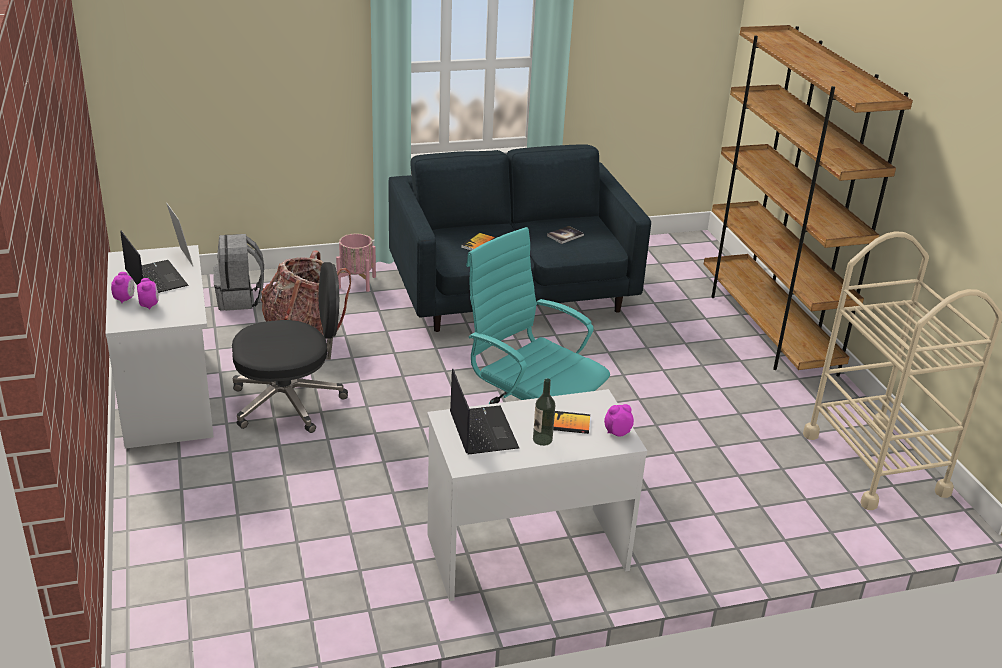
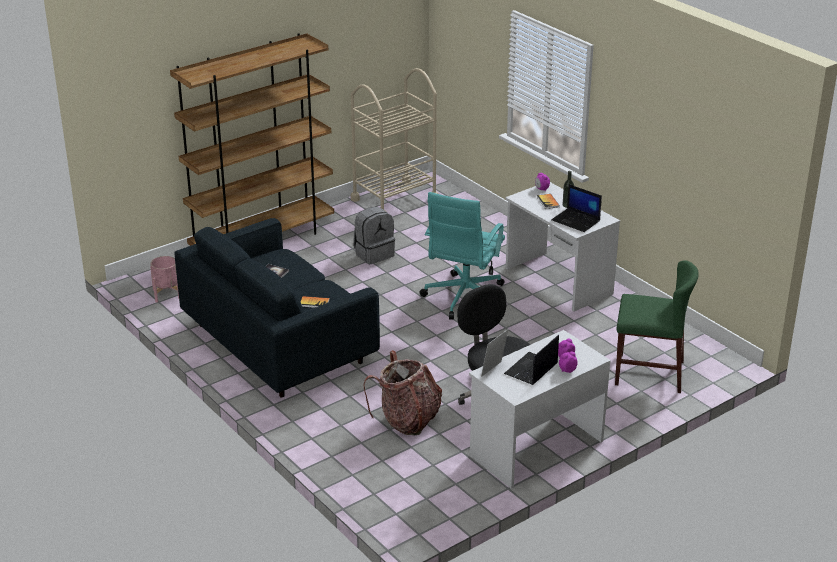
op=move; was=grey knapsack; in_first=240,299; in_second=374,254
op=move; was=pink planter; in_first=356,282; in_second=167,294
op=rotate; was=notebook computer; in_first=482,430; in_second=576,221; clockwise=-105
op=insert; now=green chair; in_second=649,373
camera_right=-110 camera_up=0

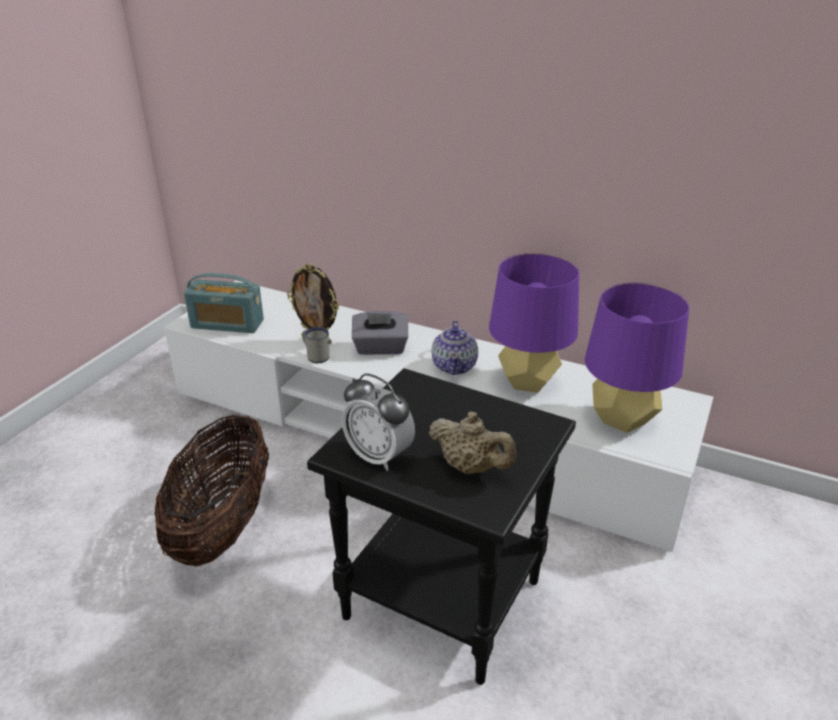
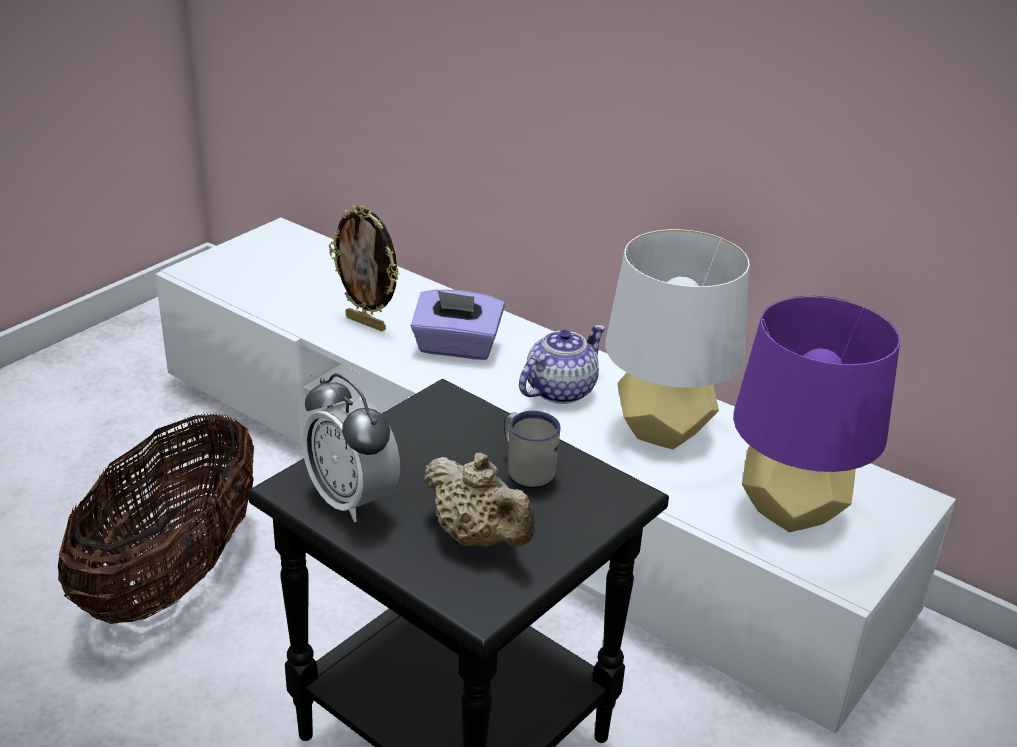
op=recolor; was=purple-coloured lamp for a table; now=white-coloured lamp for a table; in_first=528,381; in_second=663,431
op=delete; was=radio; in_first=227,324
op=recolor; was=grey box of tissues; now=purple-coloured box of tissues; in_first=380,348; in_second=456,347
op=rotate; was=tea pot; in_first=455,366; in_second=559,391; clockwise=-150
op=move; was=white-coloured mug; in_first=316,356; in_second=526,470
camera_right=10 camera_up=0

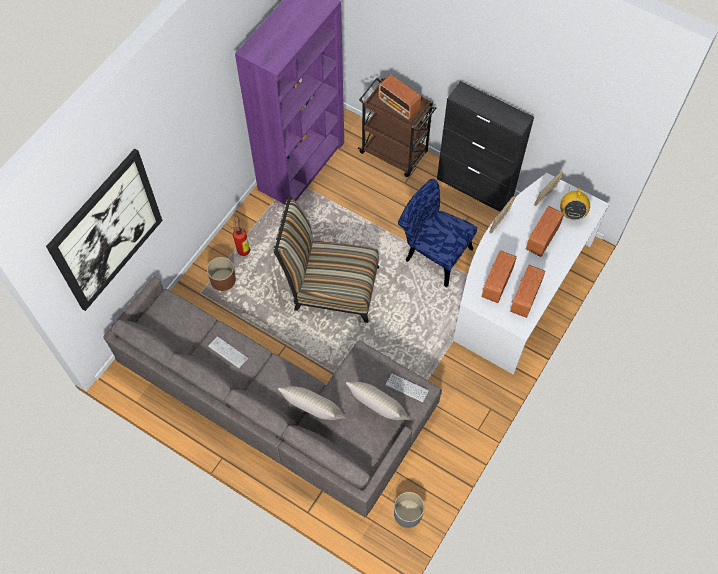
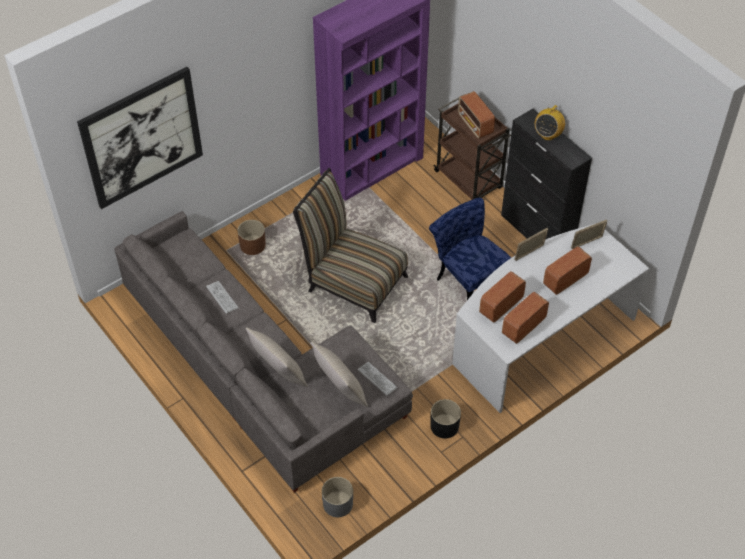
op=move; was=radio; in_first=571,213; in_second=548,134
op=delete; was=fire extinguisher; in_first=243,249
op=insert; now=black planter; in_second=444,426
camera_right=20 camera_up=-10

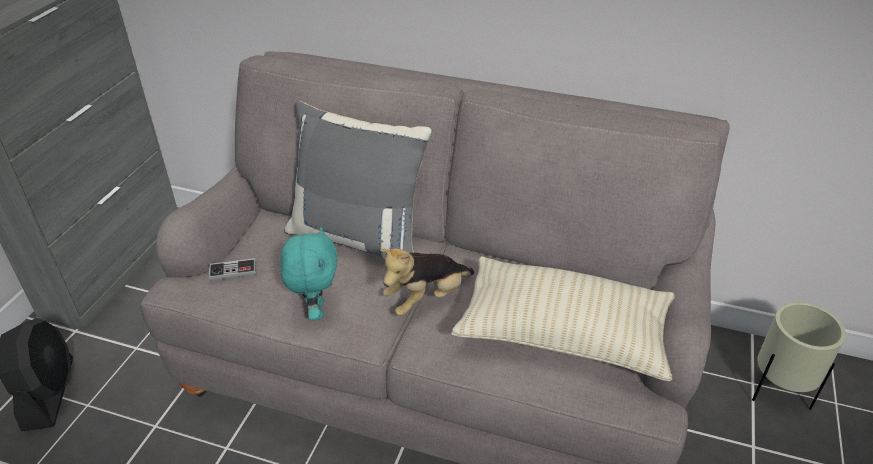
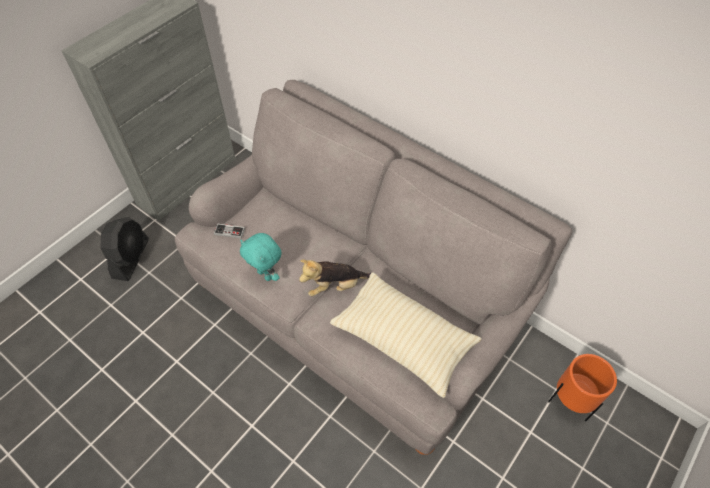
op=delete; was=grey throw pillow; in_first=360,237
op=rotate; was=blue-green soft toy; in_first=315,310; in_second=266,274; clockwise=120
op=recolor; was=sand-coloured planter; now=orange planter; in_first=778,393; in_second=570,402
camera_right=20 camera_up=15

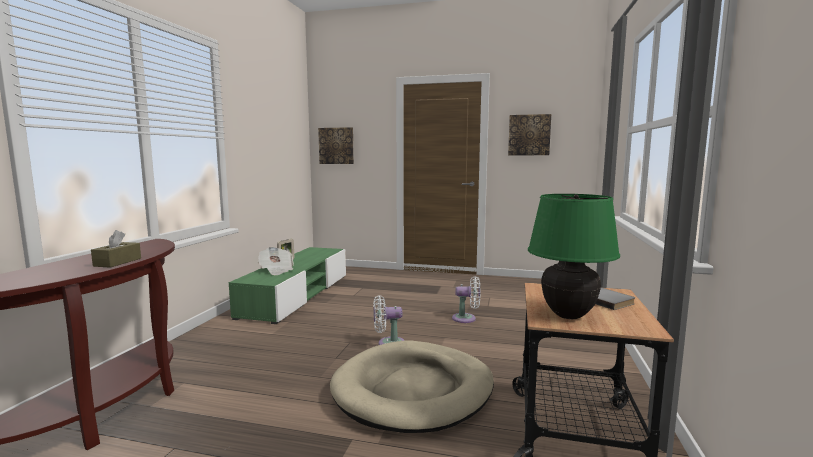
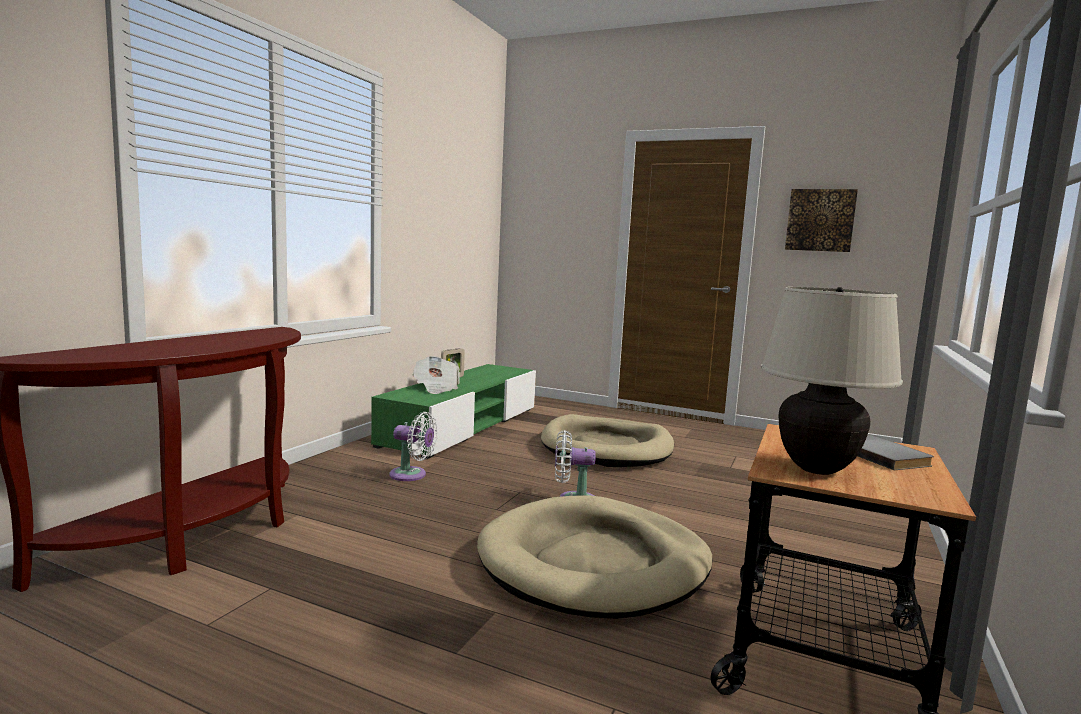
op=delete; was=wall art; in_first=336,146
op=recolor; was=green lamp for a table; now=sand-coloured lamp for a table; in_first=568,315; in_second=817,469
op=delete; was=brown-coloured box of tissues; in_first=117,262
op=move; was=white-coloured fan; in_first=466,318; in_second=411,475
op=insert; now=sand-coloured dog cushion; in_second=606,447
camera_right=10 camera_up=0

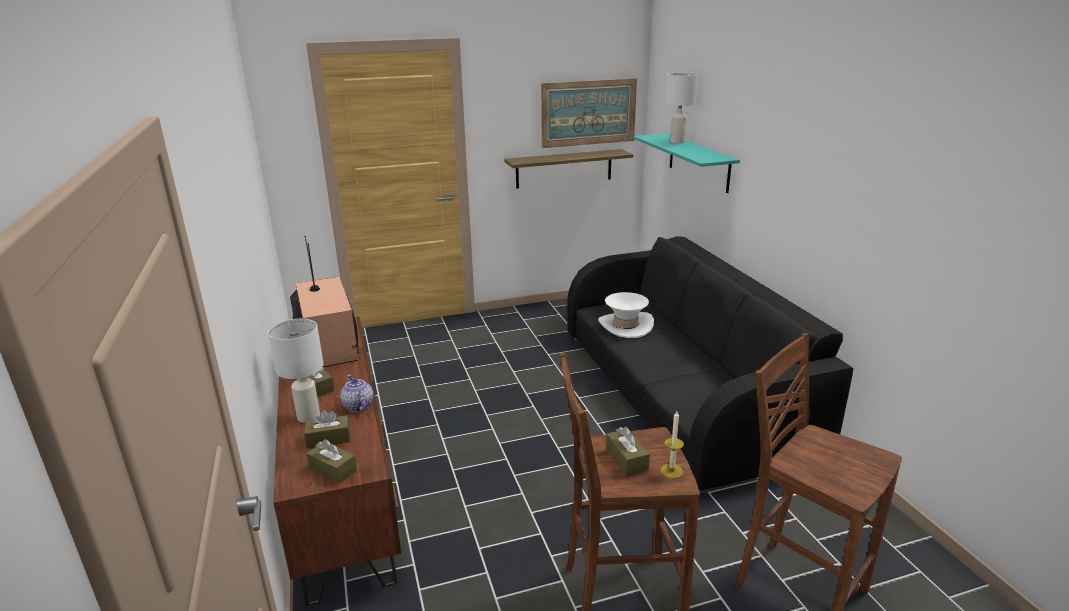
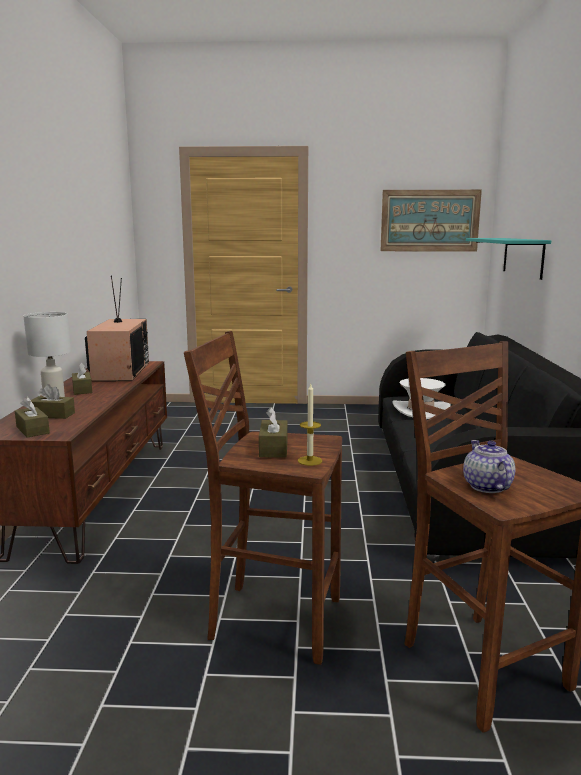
op=delete; was=white-coloured lamp for a table; in_first=677,142
op=delete; was=bracket shelf; in_first=564,168
op=move; was=tea pot; in_first=357,406; in_second=486,486
camera_right=20 camera_up=-10

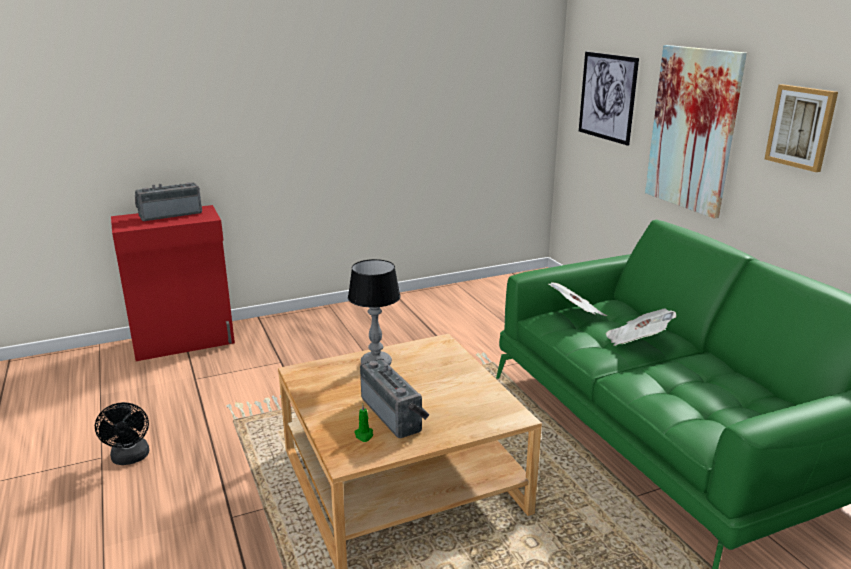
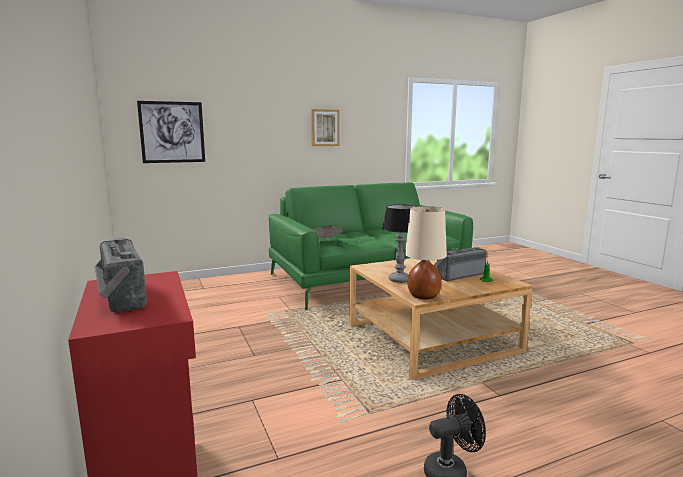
op=delete; was=wall art; in_first=692,129
op=delete; was=daily paper; in_first=636,342
op=insert; now=sand-coloured lamp for a table; in_second=423,296
camera_right=-90 camera_up=-10

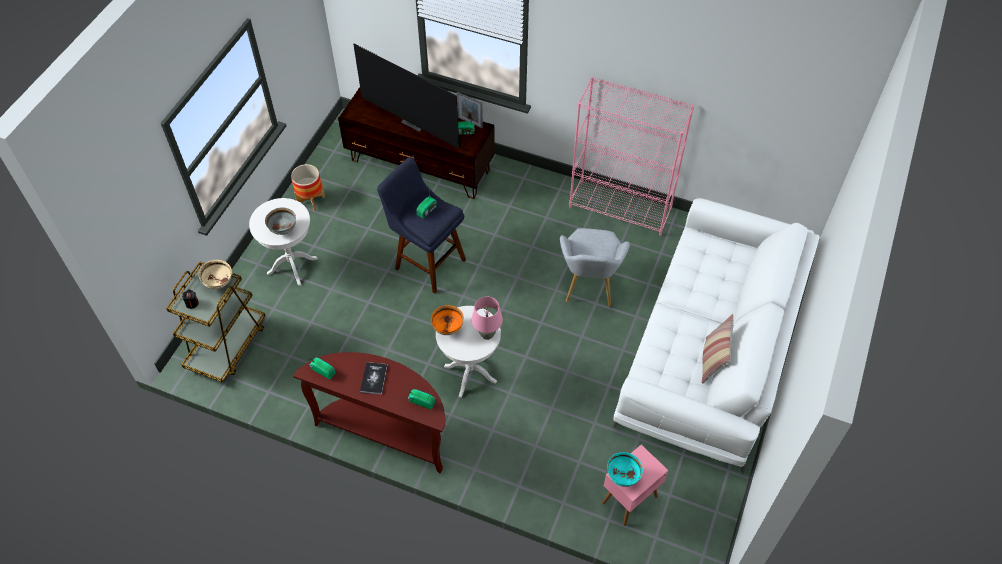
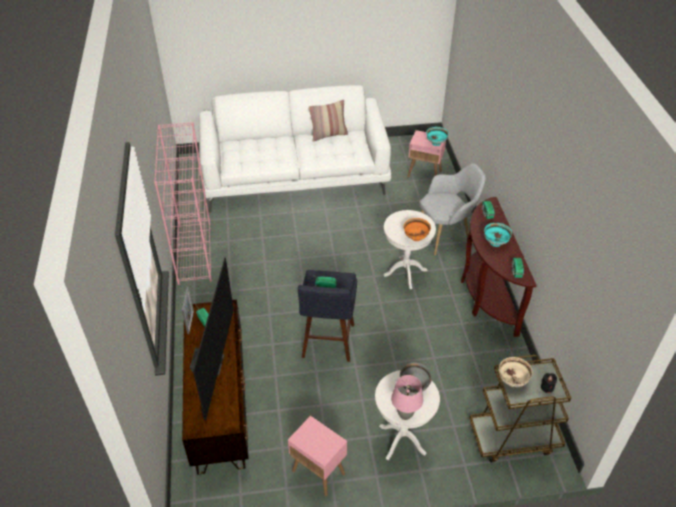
op=replace; was=planter; now=pink accent table; in_first=311,201; in_second=319,473
op=move; was=grey armchair; in_first=589,287; in_second=446,235
op=move; was=pink lamp for a table; in_first=487,335; in_second=405,415
op=replace; was=book; now=blue-green deep dish; in_first=373,378; in_second=495,242
camera_right=-120 camera_up=-10

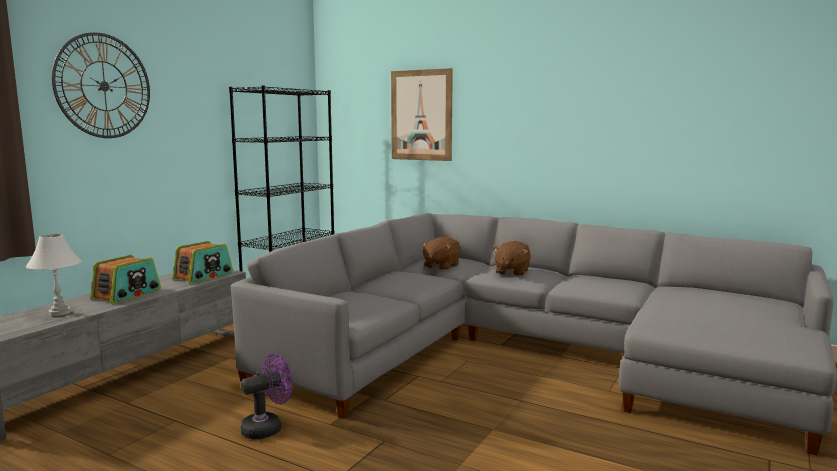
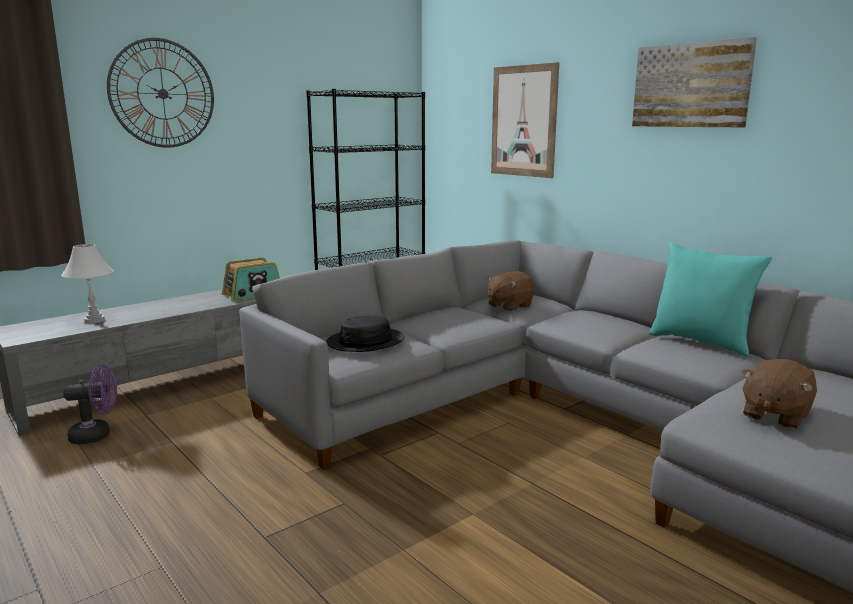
op=move; was=brown-coloured soft toy; in_first=511,272; in_second=774,415
op=delete; was=radio; in_first=127,294
op=move; was=purple-coloured fan; in_first=267,428; in_second=97,435
op=insert; now=wall art; in_second=691,85
op=insert; now=blue-green throw pillow; in_second=701,342
op=insert; now=black hat; in_second=365,342
camera_right=20 camera_up=5

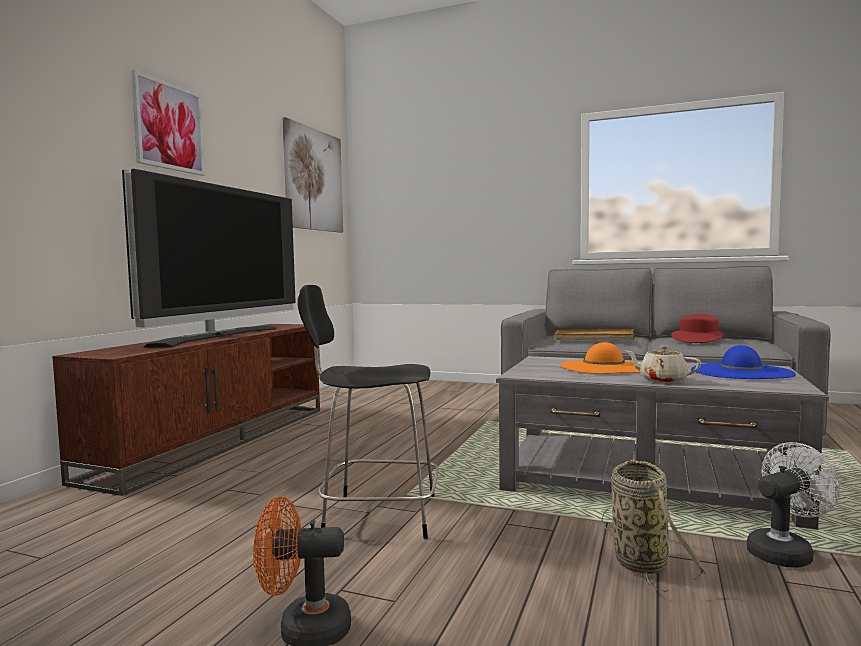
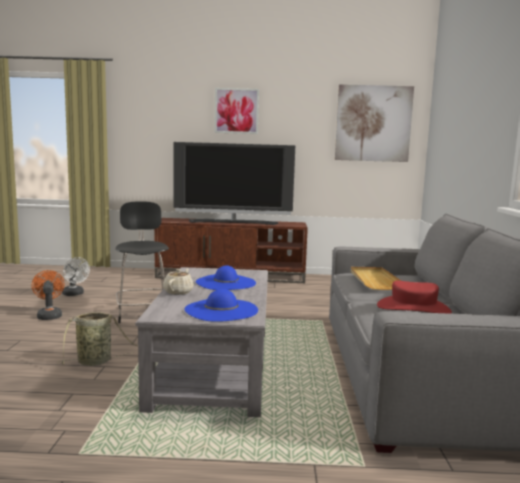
op=recolor; was=orange hat; now=blue hat; in_first=603,367; in_second=225,282
op=move; was=white-coloured fan; in_first=785,552; in_second=75,294
camera_right=70 camera_up=5

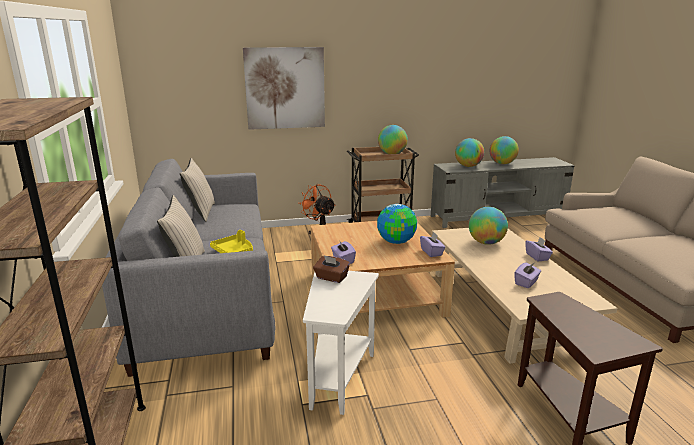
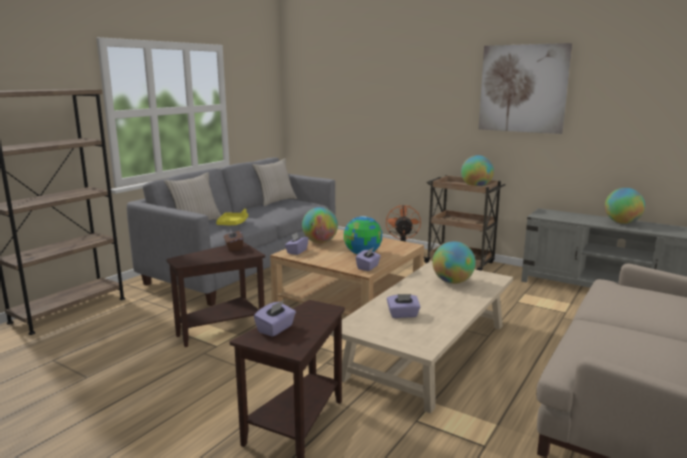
op=move; was=wall art; in_first=285,88; in_second=523,88
op=move; was=globe; in_first=468,166; in_second=320,242
op=move; was=purple-coloured box of tissues; in_first=537,257; in_second=276,329
op=recolor; was=white-coloured accent table; now=brown-coloured accent table; in_first=338,376; in_second=223,330
camera_right=45 camera_up=-5

